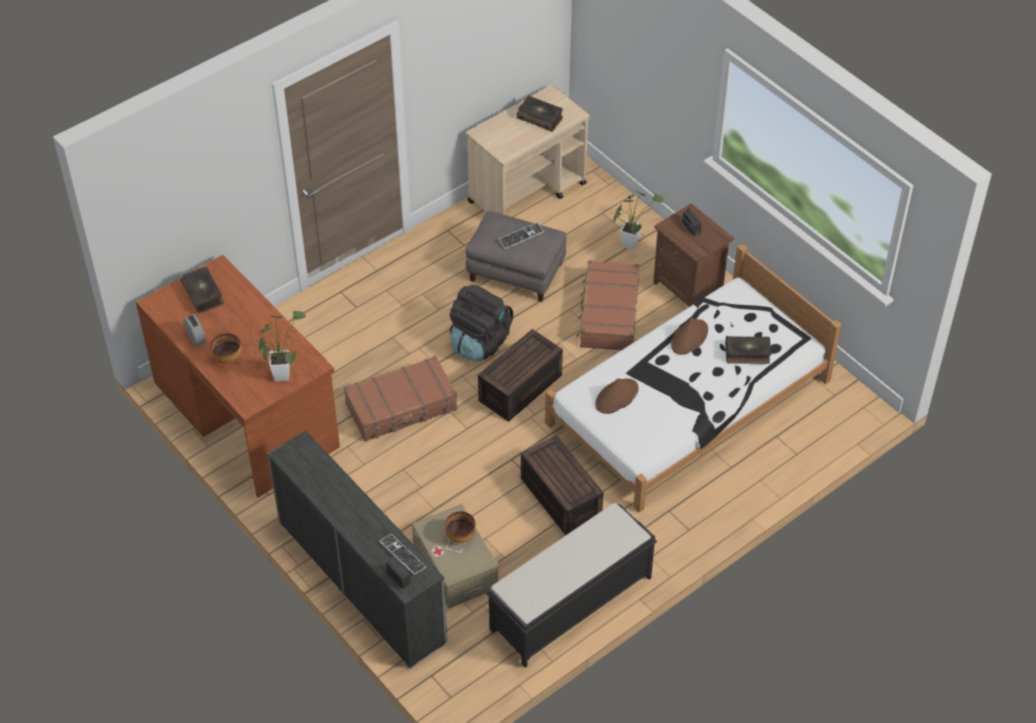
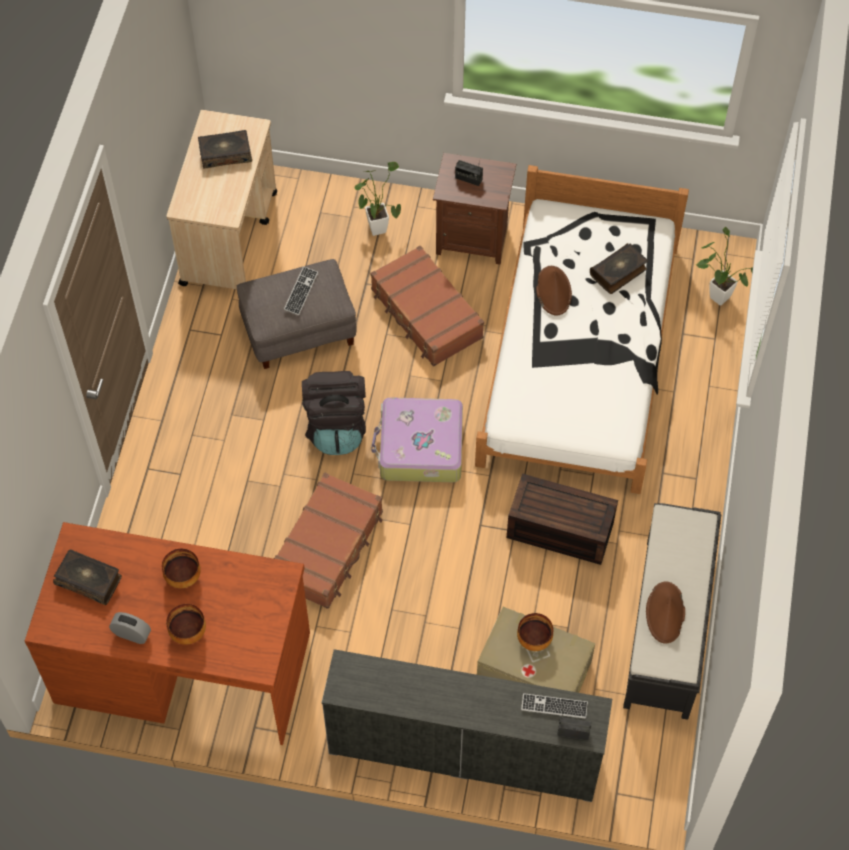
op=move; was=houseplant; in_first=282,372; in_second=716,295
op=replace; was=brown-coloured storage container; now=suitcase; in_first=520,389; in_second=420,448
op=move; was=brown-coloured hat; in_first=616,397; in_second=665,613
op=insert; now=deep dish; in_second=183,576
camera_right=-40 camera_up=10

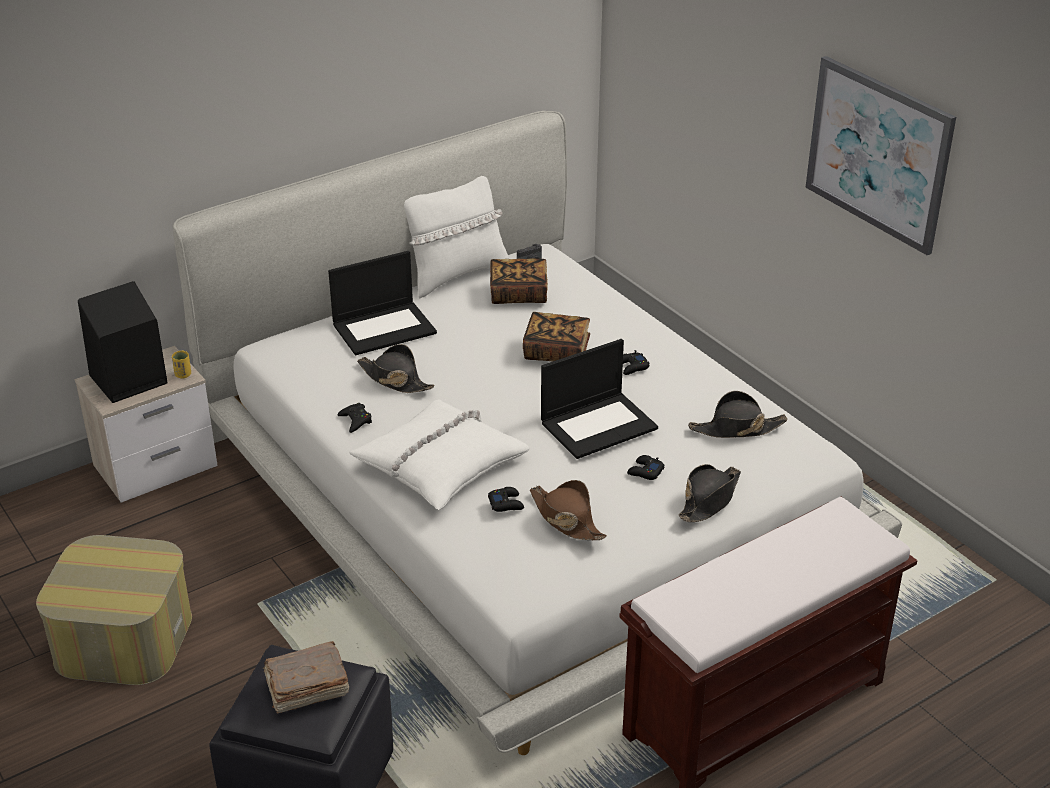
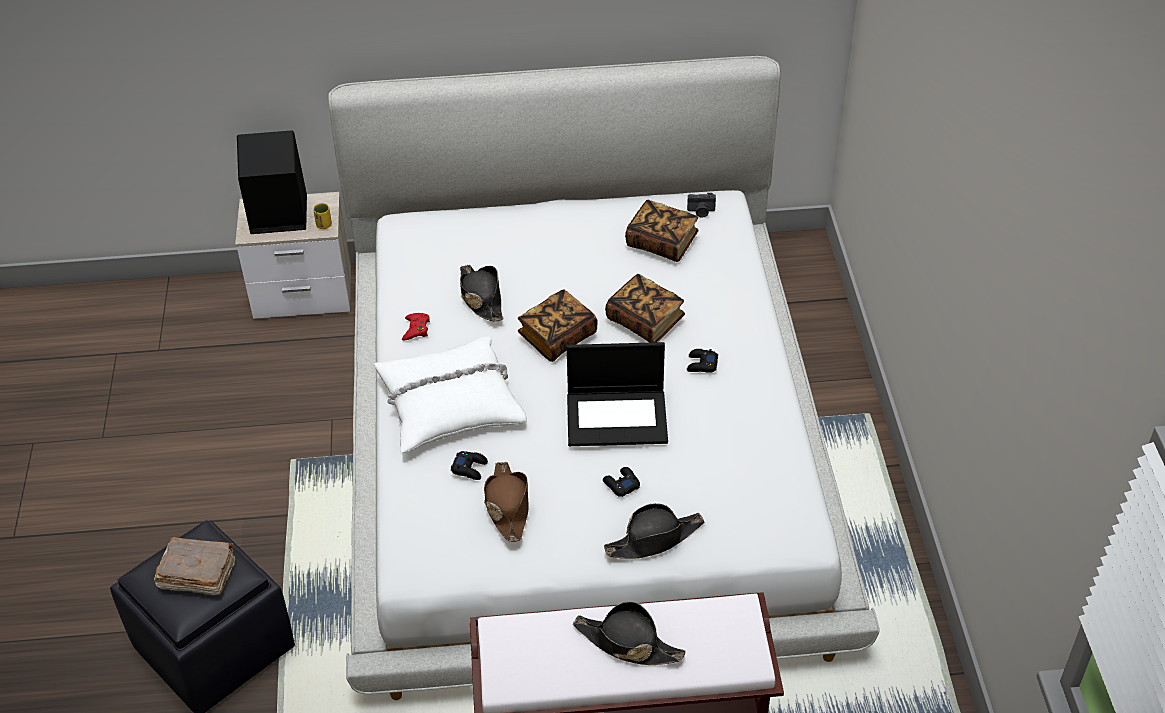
op=delete; was=wall art; in_first=878,153
op=delete; was=white-coloured throw pillow; in_first=455,275
op=delete; was=notebook computer; in_first=385,328
op=move; was=black hat; in_first=737,428; in_second=627,643
op=recolor; was=black joypad; now=red joypad; in_first=355,420; in_second=416,329
op=delete; was=pouffe; in_first=123,638
op=insert; now=book; in_second=557,337
camera_right=30 camera_up=10

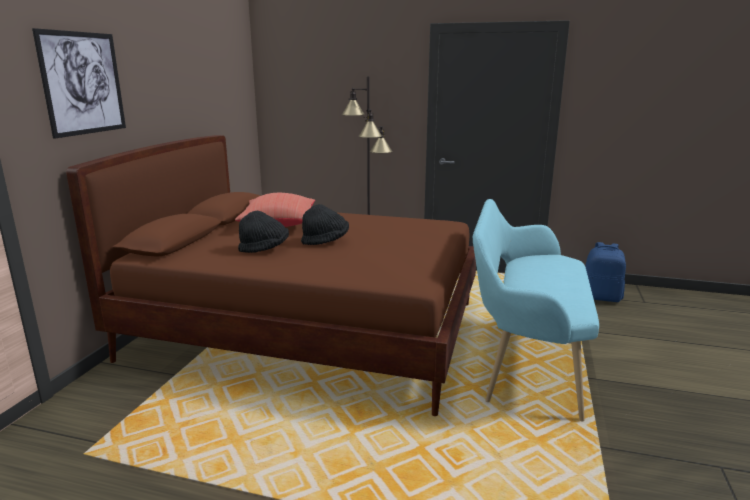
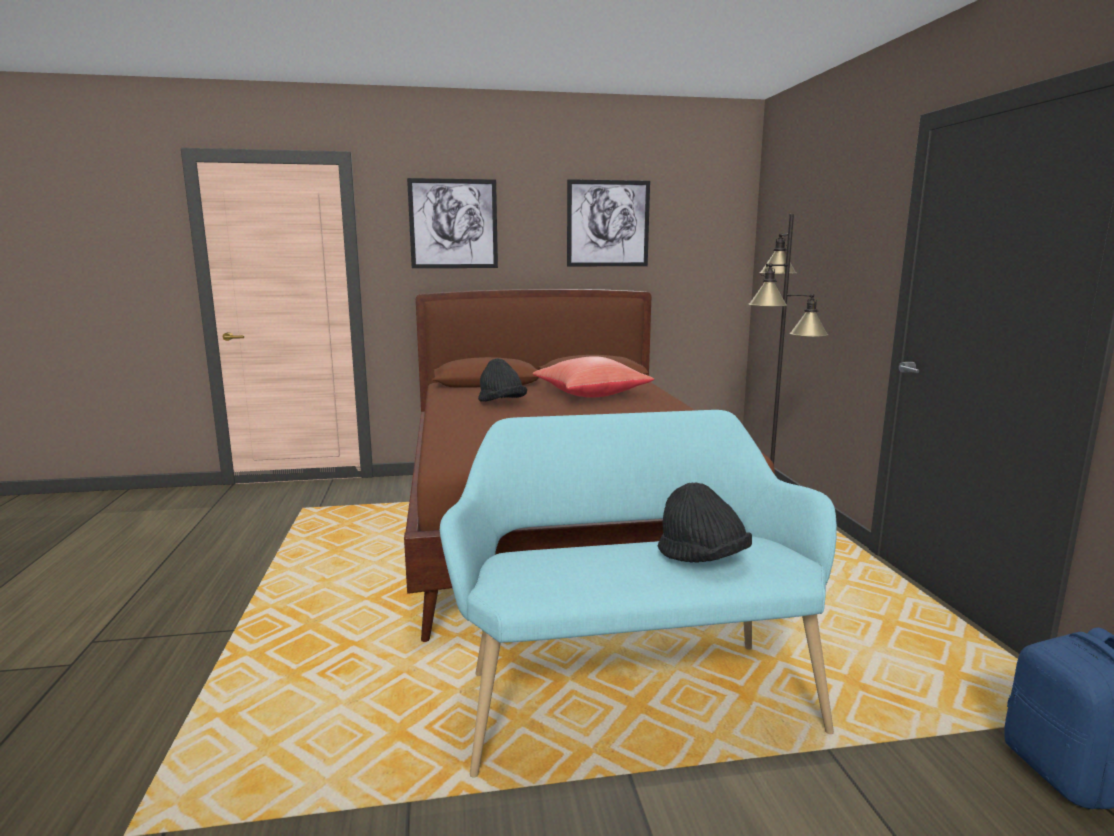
op=move; was=black hat; in_first=325,241; in_second=702,559
op=insert; now=wall art; in_second=608,223
camera_right=65 camera_up=-5

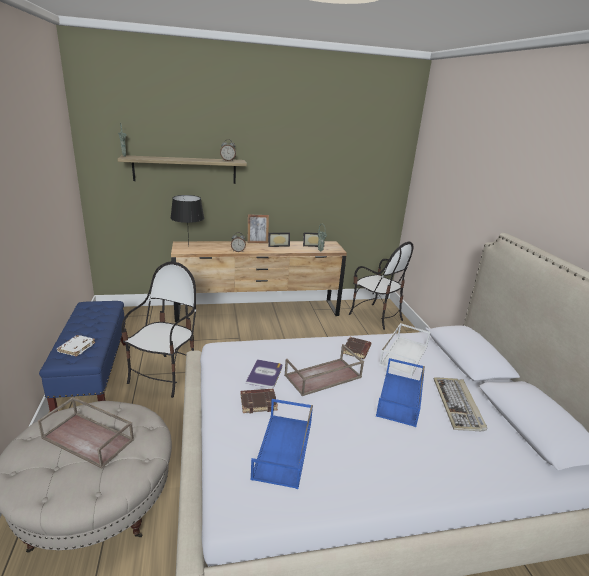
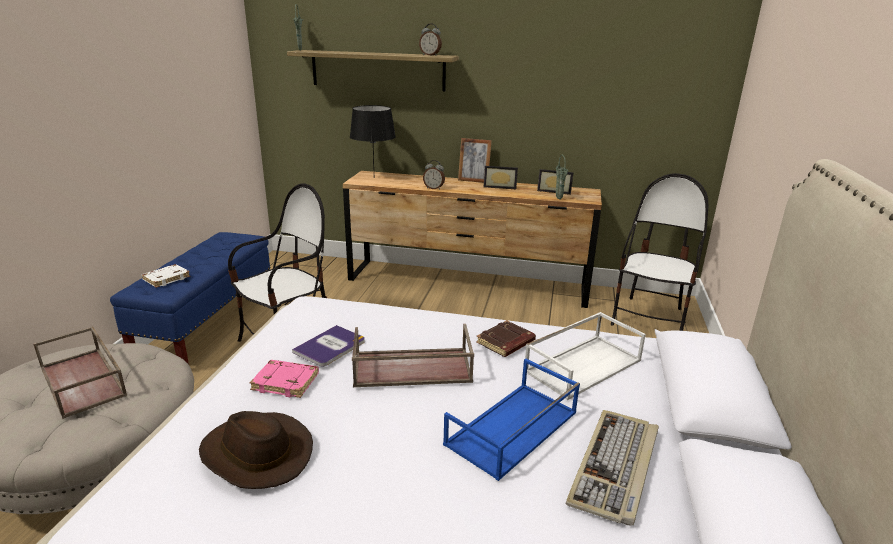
op=rotate; was=chair; in_first=375,316; in_second=650,318; clockwise=-135
op=recolor; was=brown-coloured book; now=pink book; in_first=258,402; in_second=286,382
op=replace; was=blue serving tray; now=brown-coloured hat; in_first=284,450; in_second=255,454
camera_right=25 camera_up=0

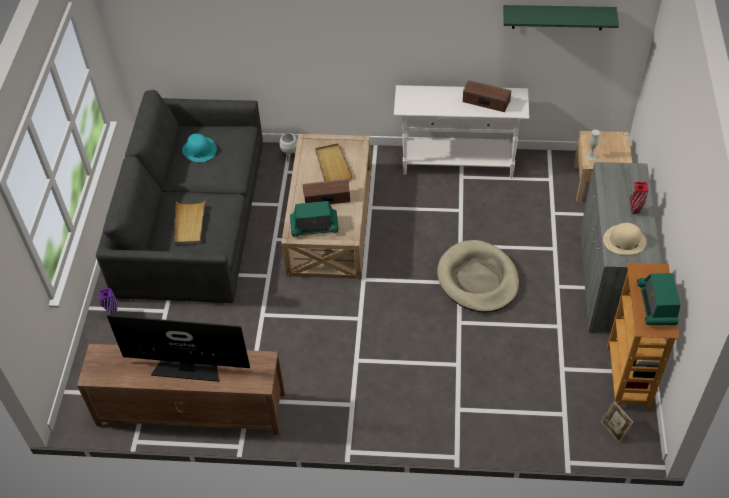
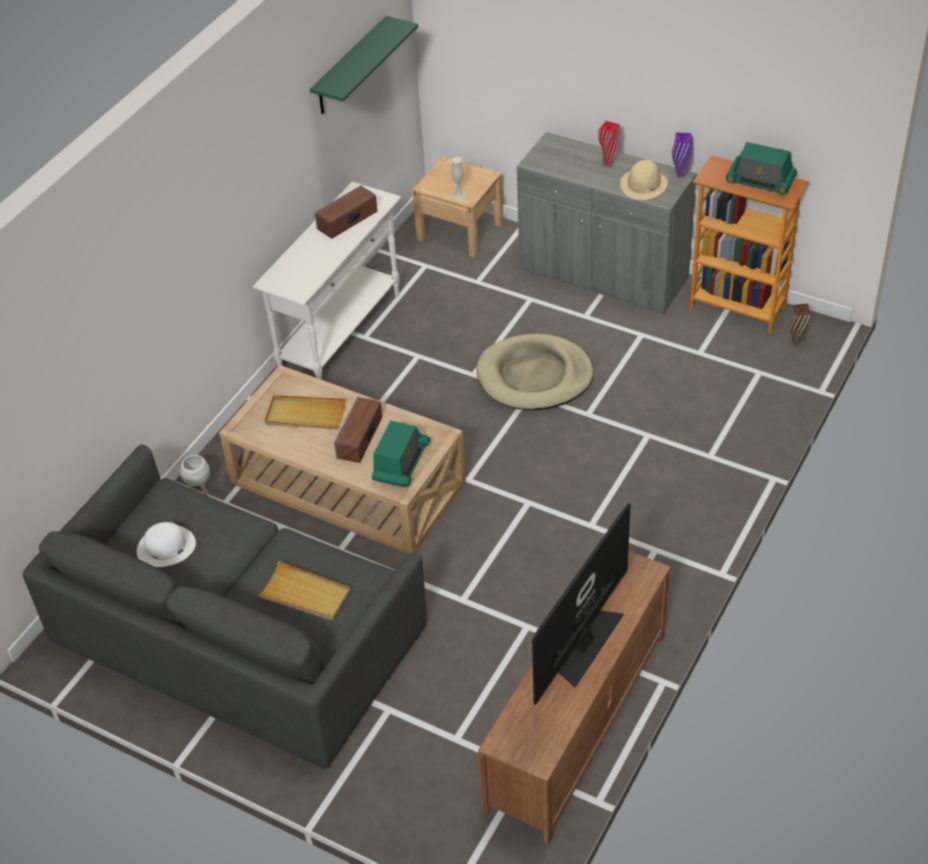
op=recolor; was=blue-green hat; now=white-coloured hat; in_first=199,149; in_second=166,547
op=move; was=purple-coloured flower vase; in_first=113,314; in_second=680,174
op=replace; was=picture frame; now=brown-coloured flower vase; in_first=614,430; in_second=797,342
camera_right=-65 camera_up=-5

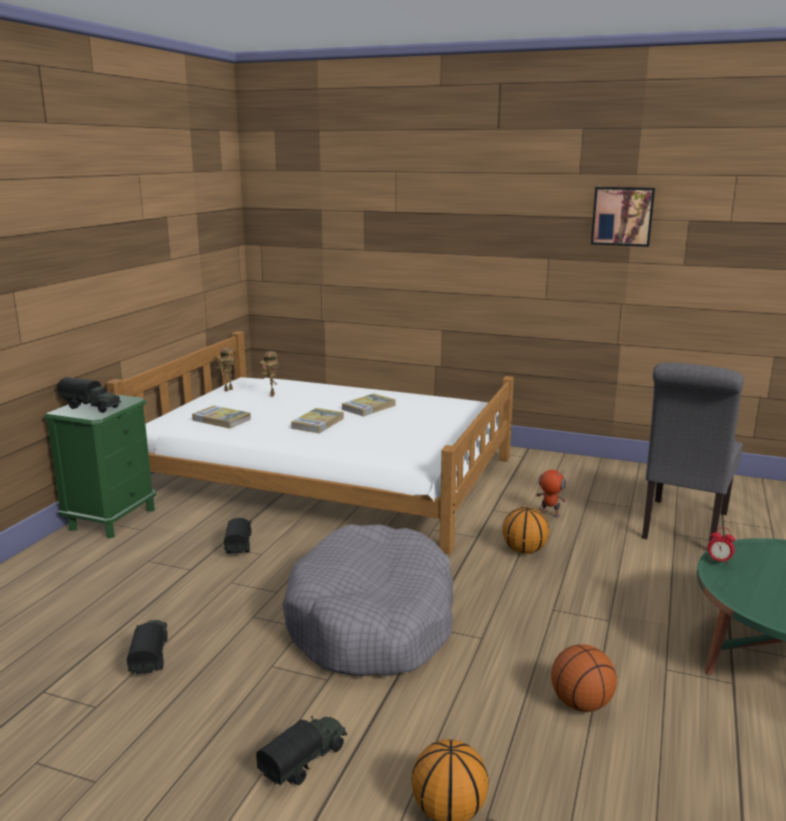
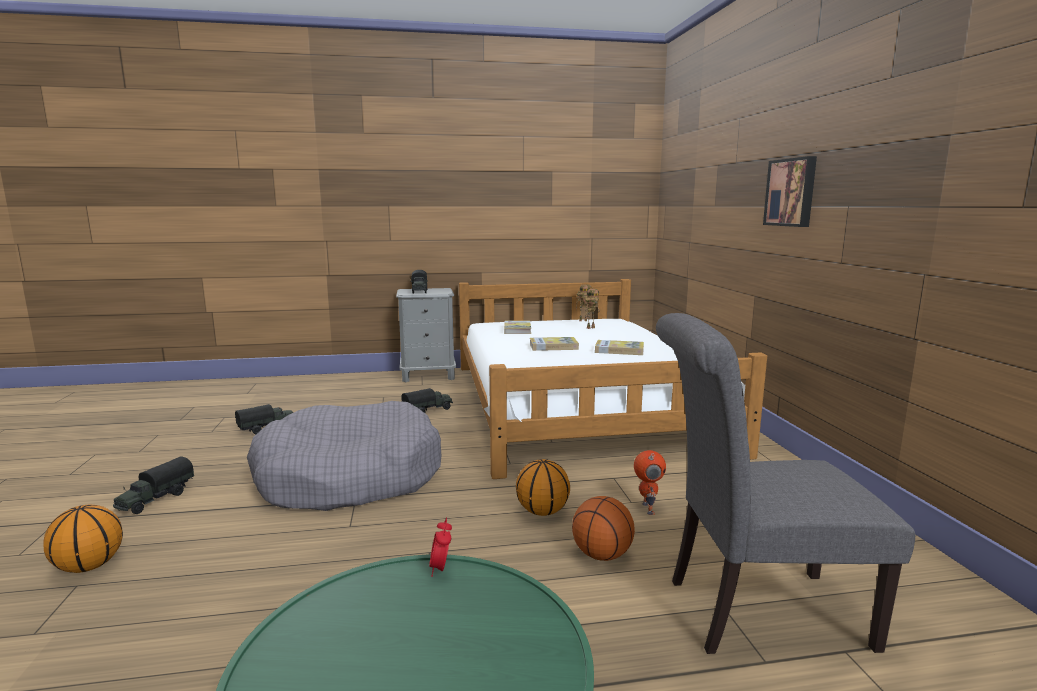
op=move; was=wall art; in_first=622,216; in_second=791,192
op=recolor; was=green nightstand; now=grey nightstand; in_first=112,519; in_second=428,375
op=move; was=basketball ball; in_first=581,704; in_second=602,555
op=rotate; was=toy lorry; in_first=305,762; in_second=155,500; clockwise=105
camera_right=60 camera_up=-5

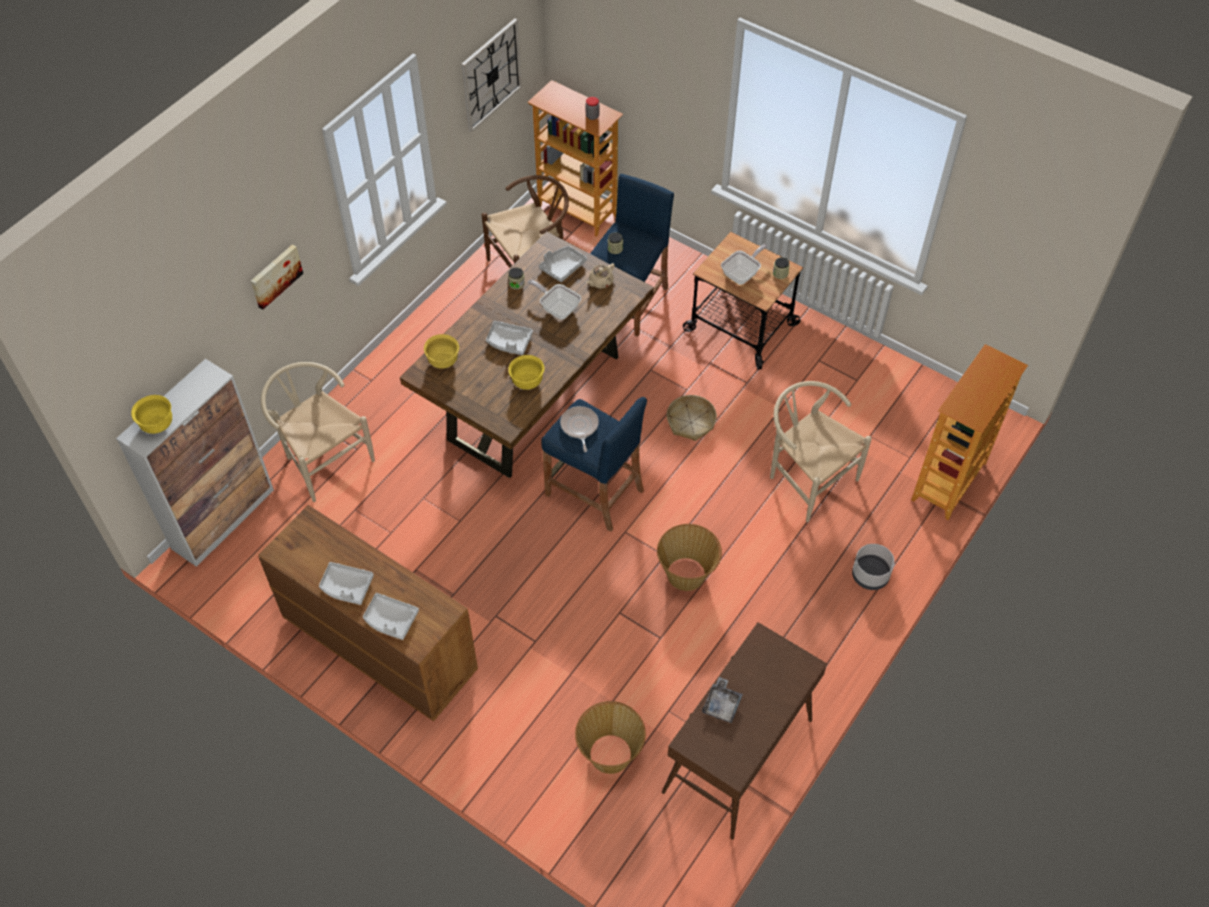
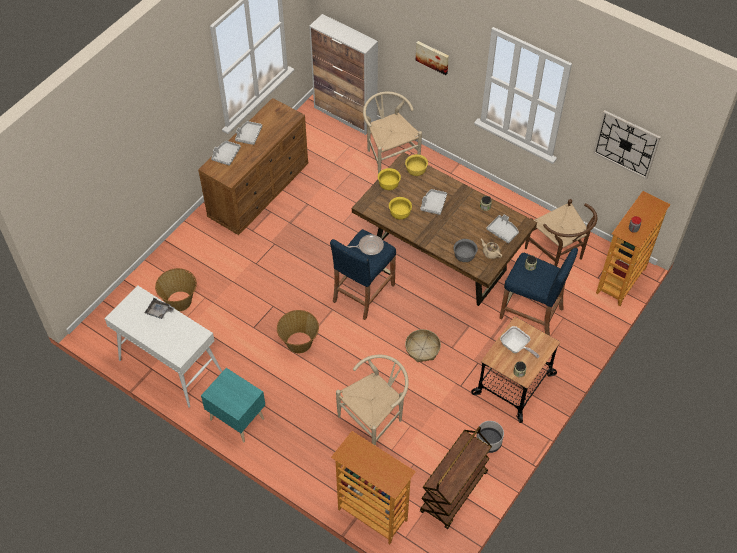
op=delete; was=skillet; in_first=557,308
op=rotate; was=sand-coloured chair; in_first=323,458; in_second=388,155; clockwise=-75
op=move; was=yellowish deep dish; in_first=157,425; in_second=389,186
op=move; was=grey planter; in_first=870,576; in_second=488,442
op=recolor; was=brown-coloured narrow table; now=white-coloured narrow table; in_first=738,757; in_second=169,366
op=insert; now=grey deep dish; in_second=464,257
op=insert; now=blue-green nightstand; in_second=237,418
op=insert; now=brown-coloured cart; in_second=454,493
camera_right=90 camera_up=0

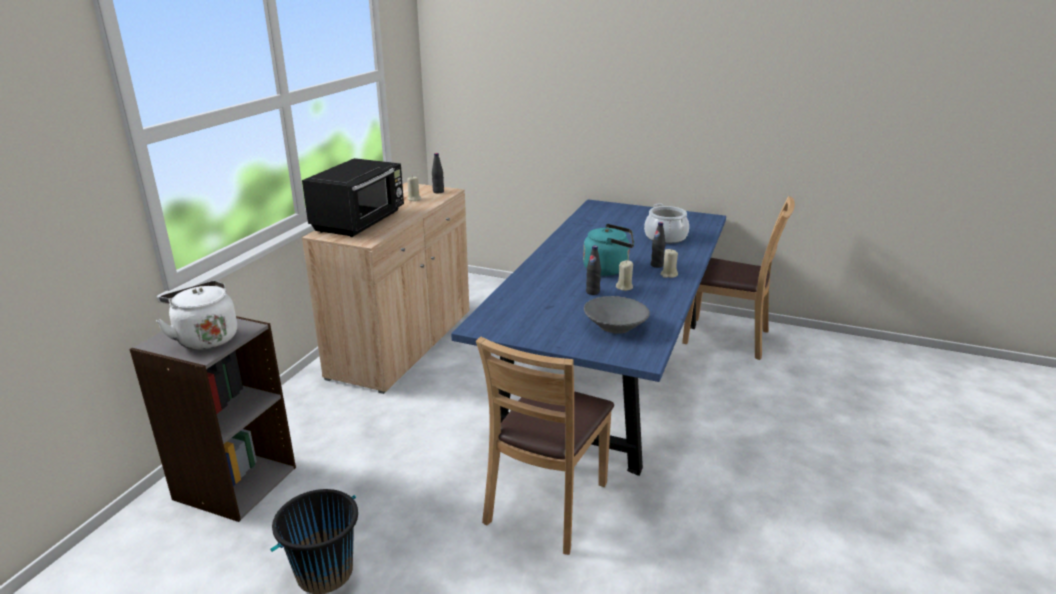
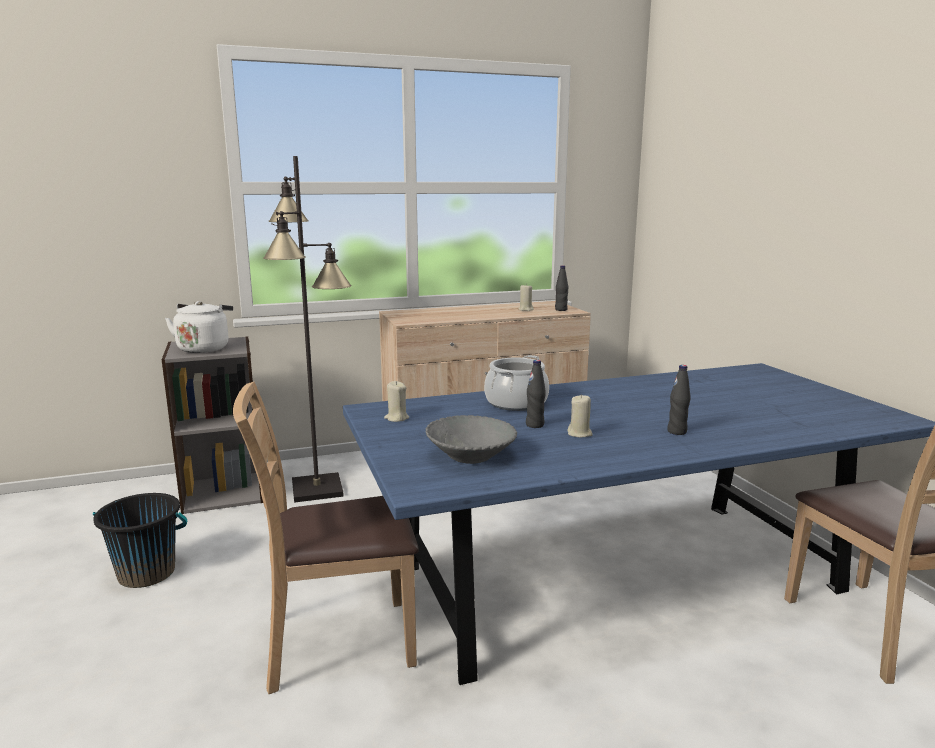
op=delete; was=black kitchen microwave; in_first=360,222
op=move; was=cooking pot; in_first=665,237; in_second=516,403
op=delete; was=blue-green kettle; in_first=608,269
op=move; was=sand-coloured wax candle; in_first=668,275; in_second=396,418
op=insert; now=black standard lamp; in_second=318,488
camera_right=50 camera_up=-10

